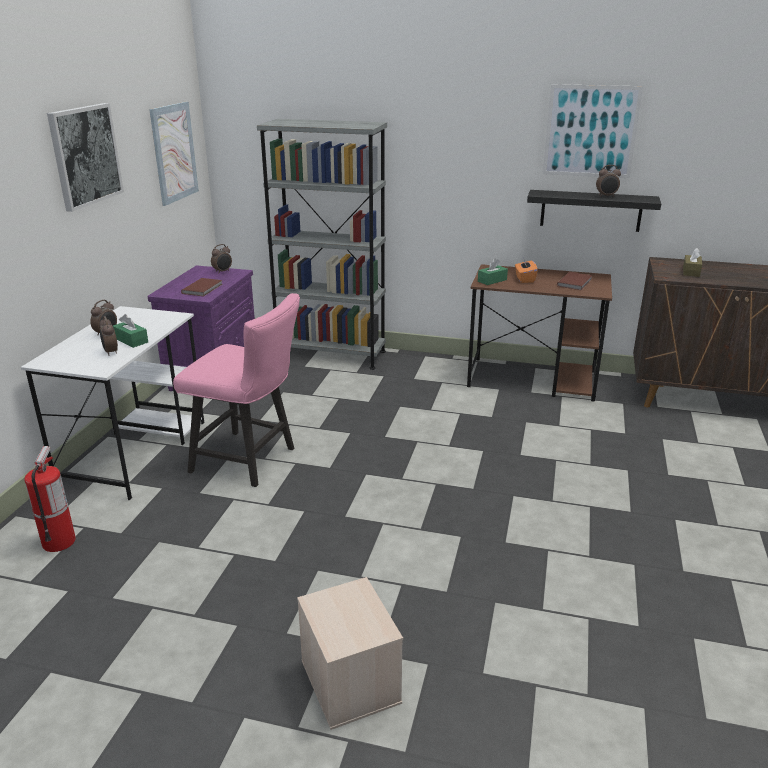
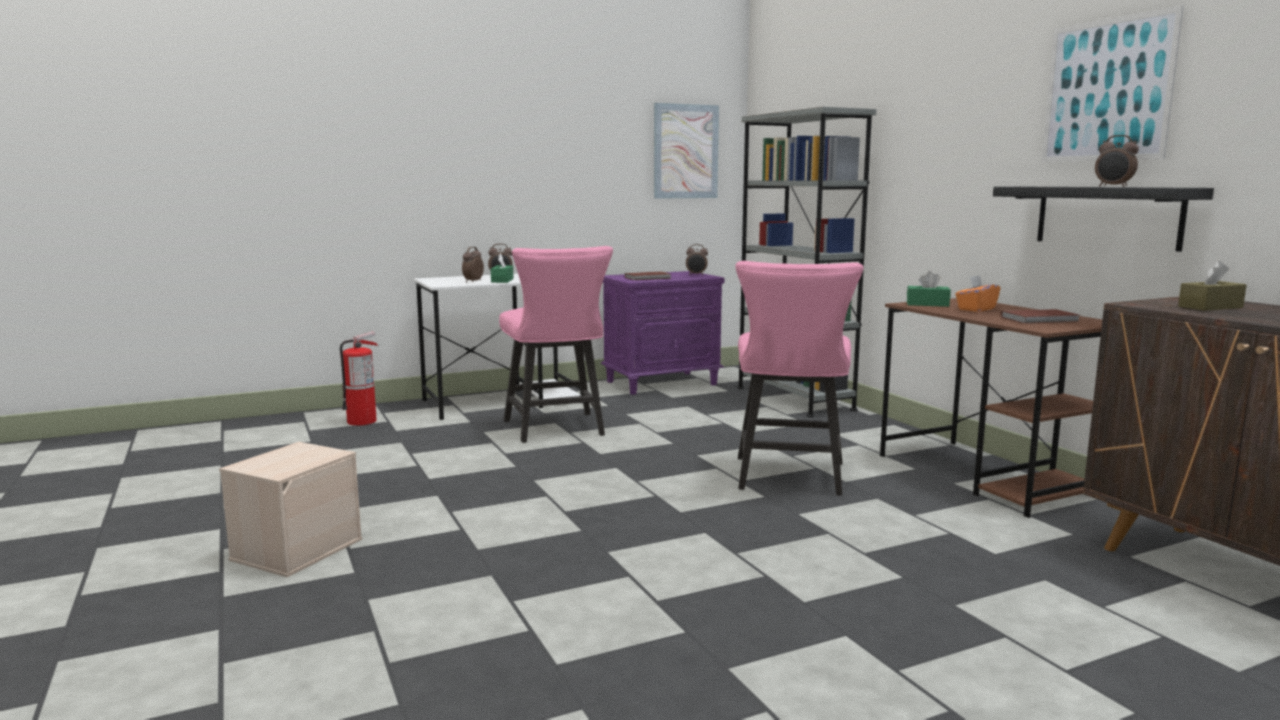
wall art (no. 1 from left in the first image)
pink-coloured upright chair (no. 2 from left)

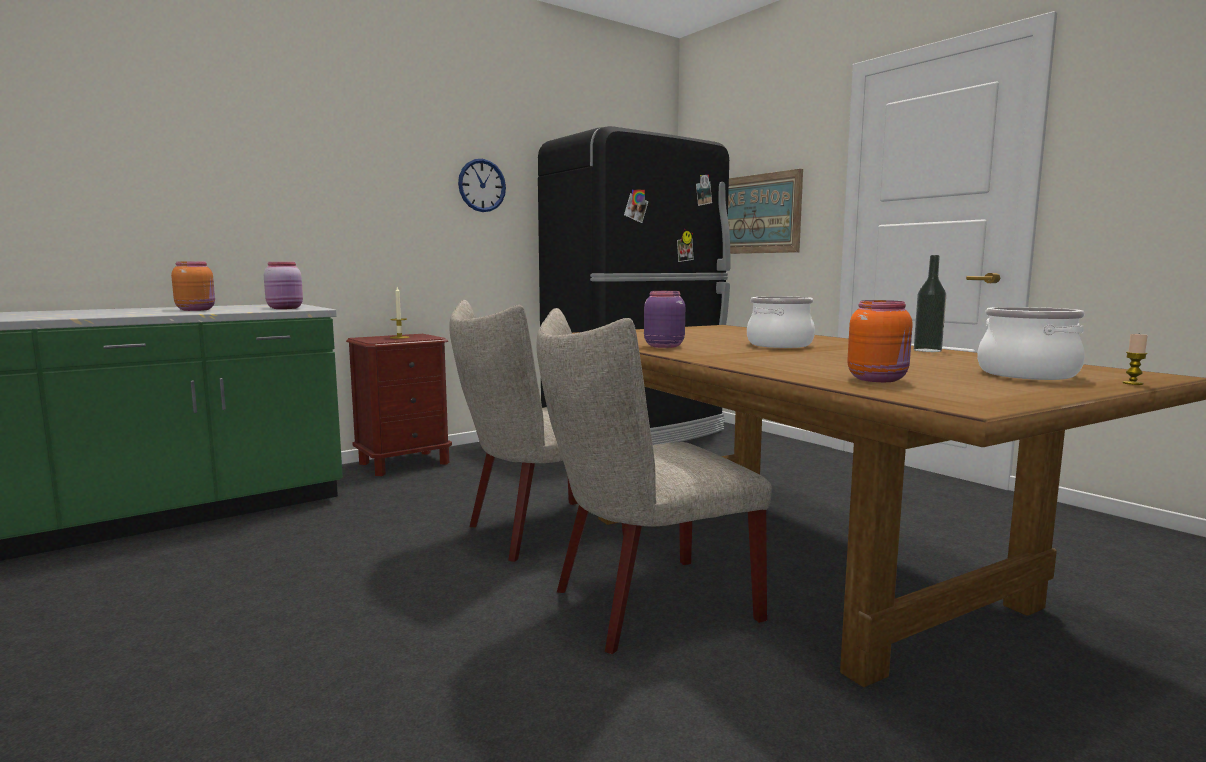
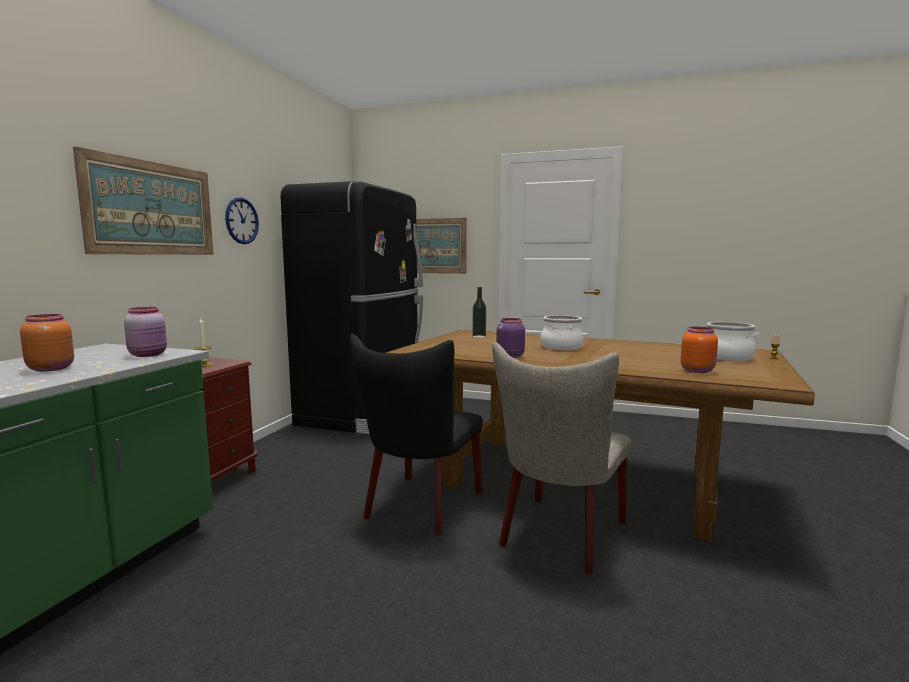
drink bottle
blackish upright chair
wall art (no. 1 from left)

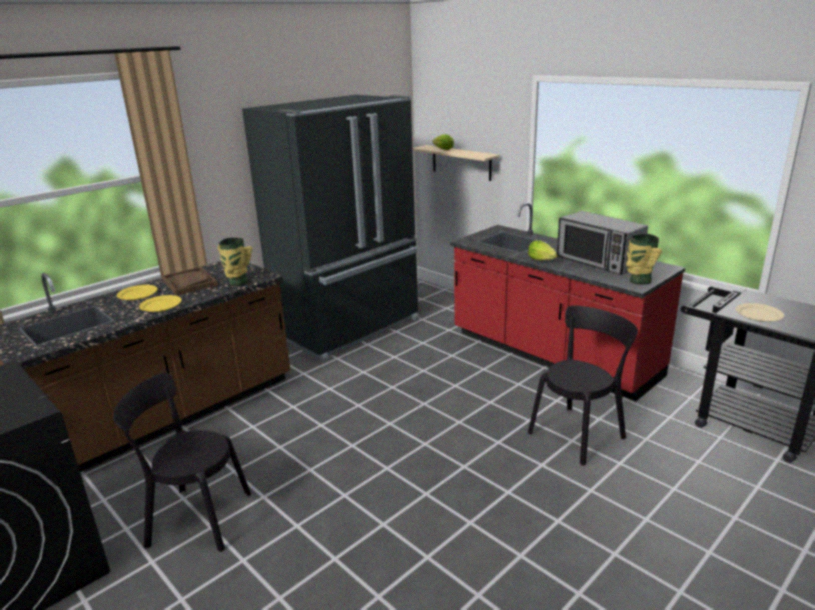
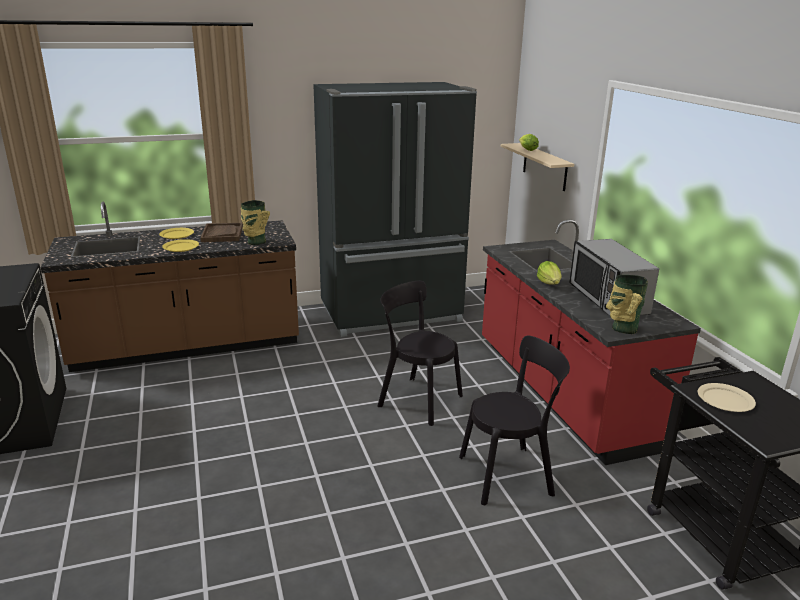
blackish upright chair (no. 1 from left)

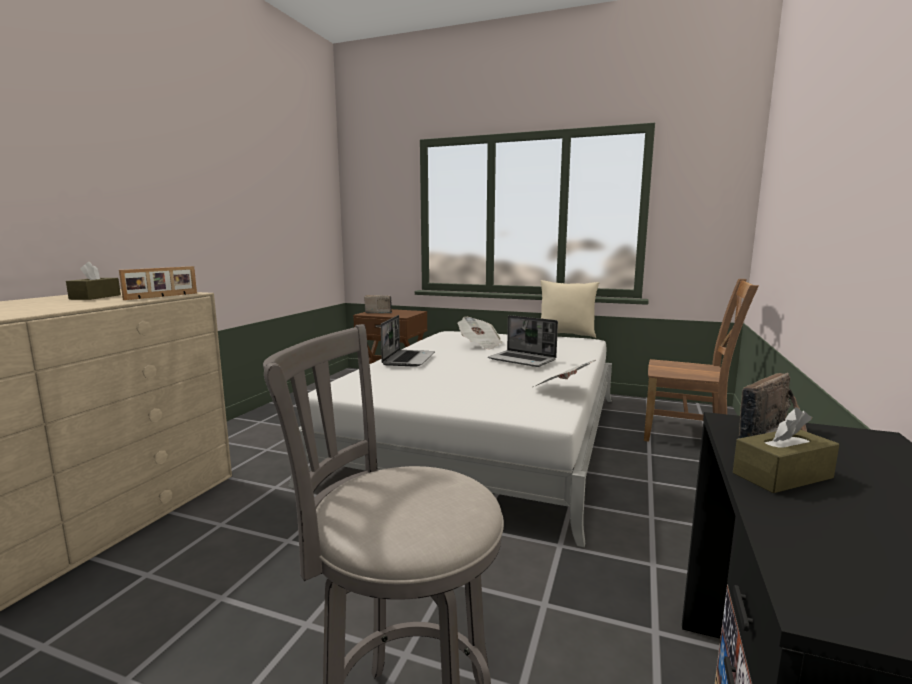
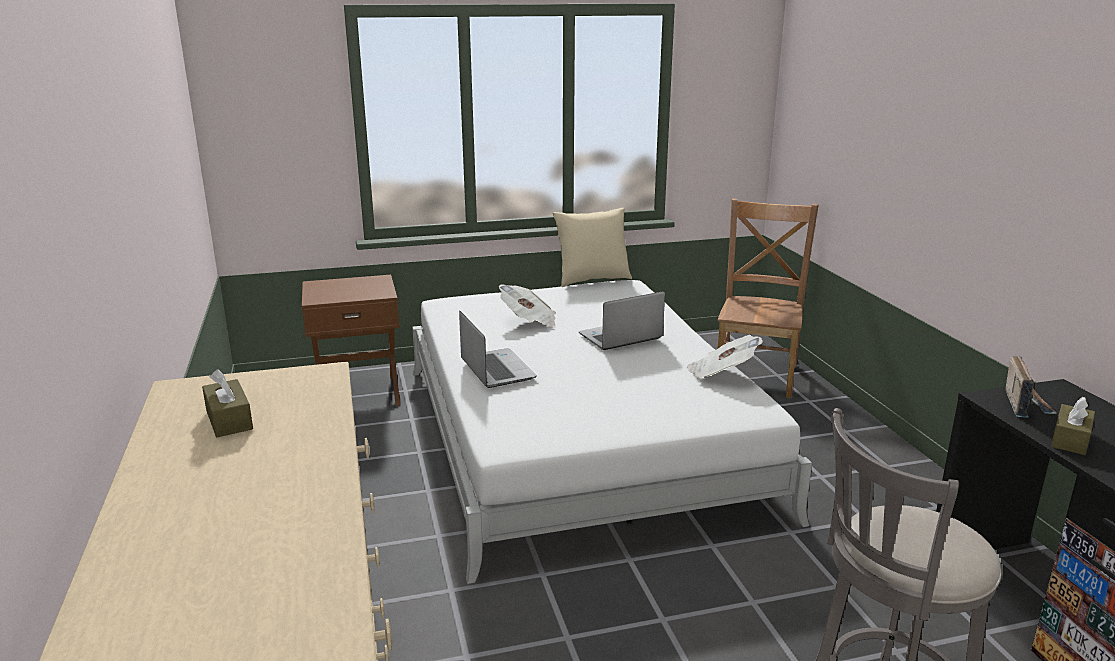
photo frame
brown-coloured upright chair
radio (no. 1 from left in the first image)
portable computer (no. 2 from left)

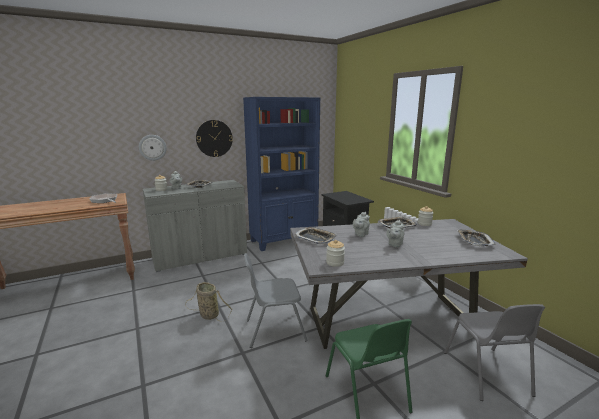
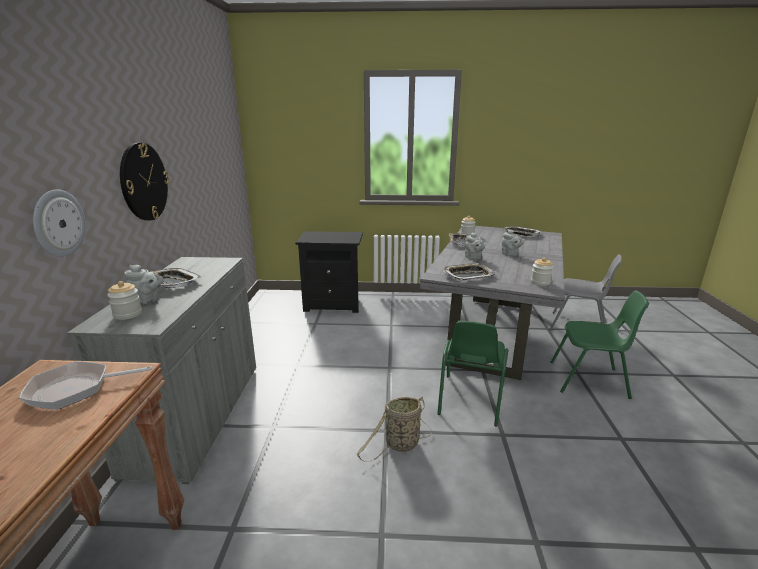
blue bookshelf
green-coloured upright chair (no. 1 from left)

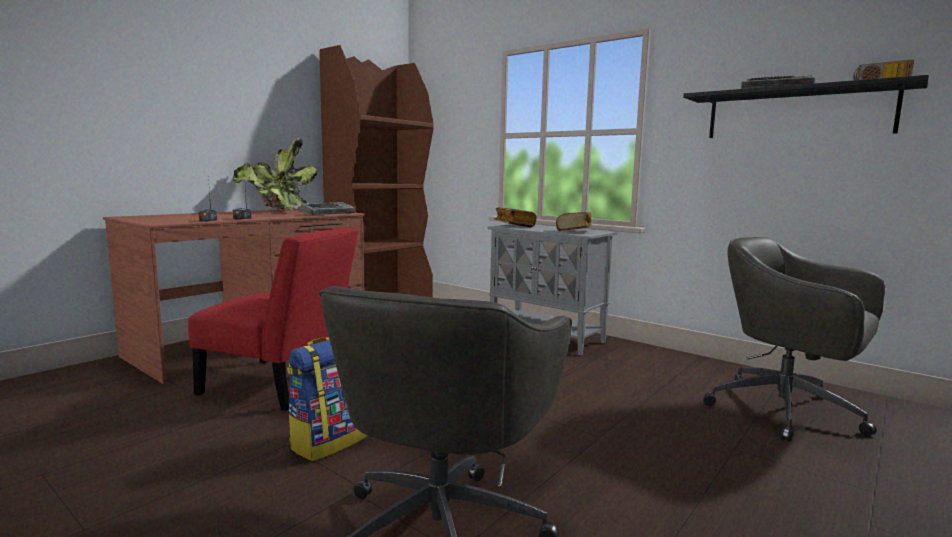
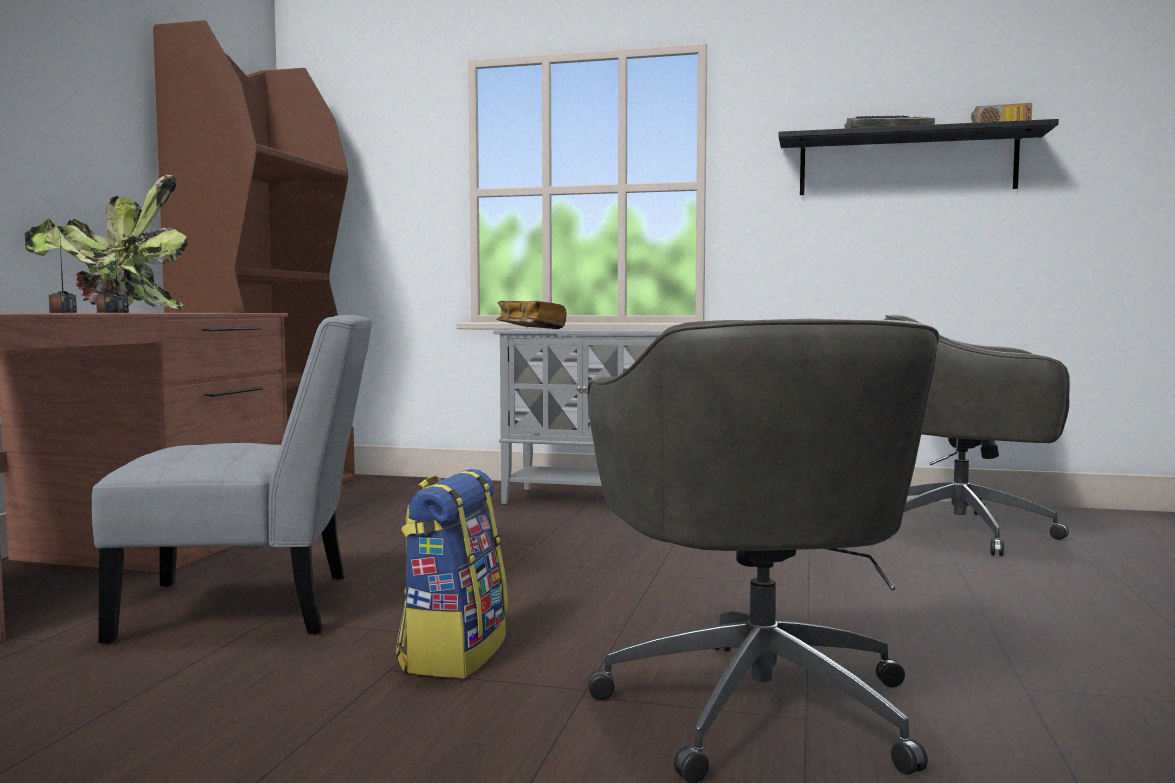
keyboard (no. 1 from left in the first image)
bound book (no. 2 from left in the first image)
greyish upright chair

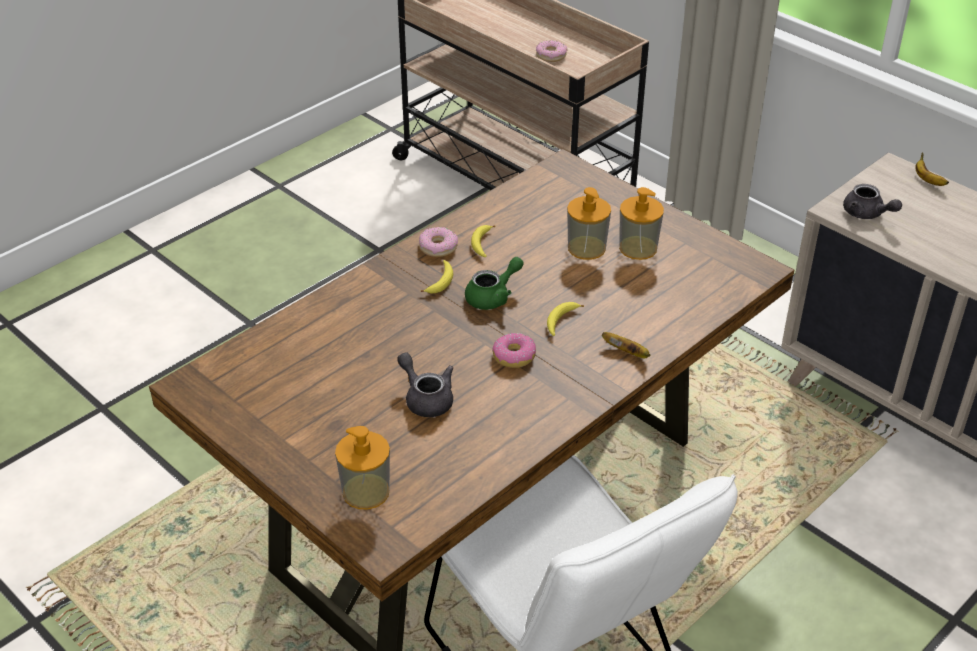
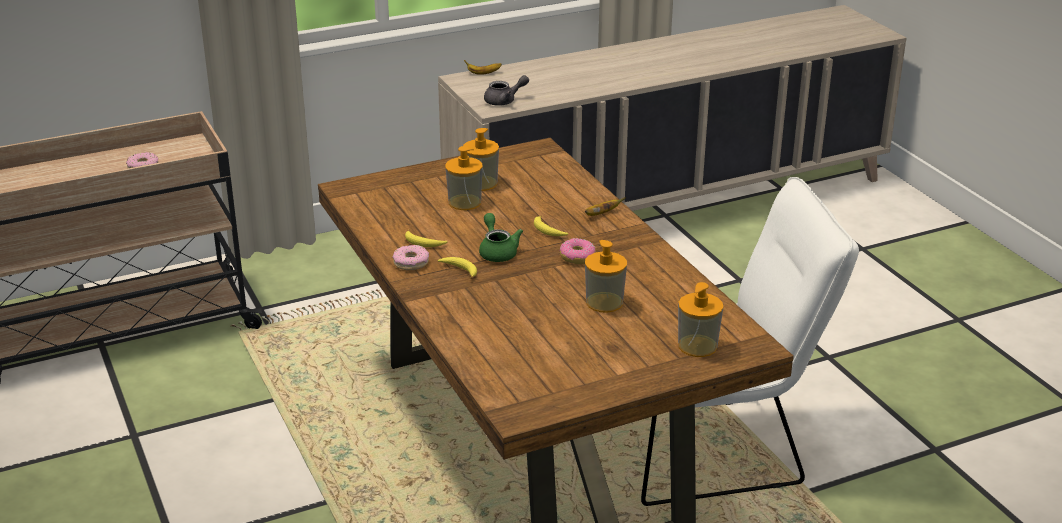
liquid soap bottle (no. 3 from left)

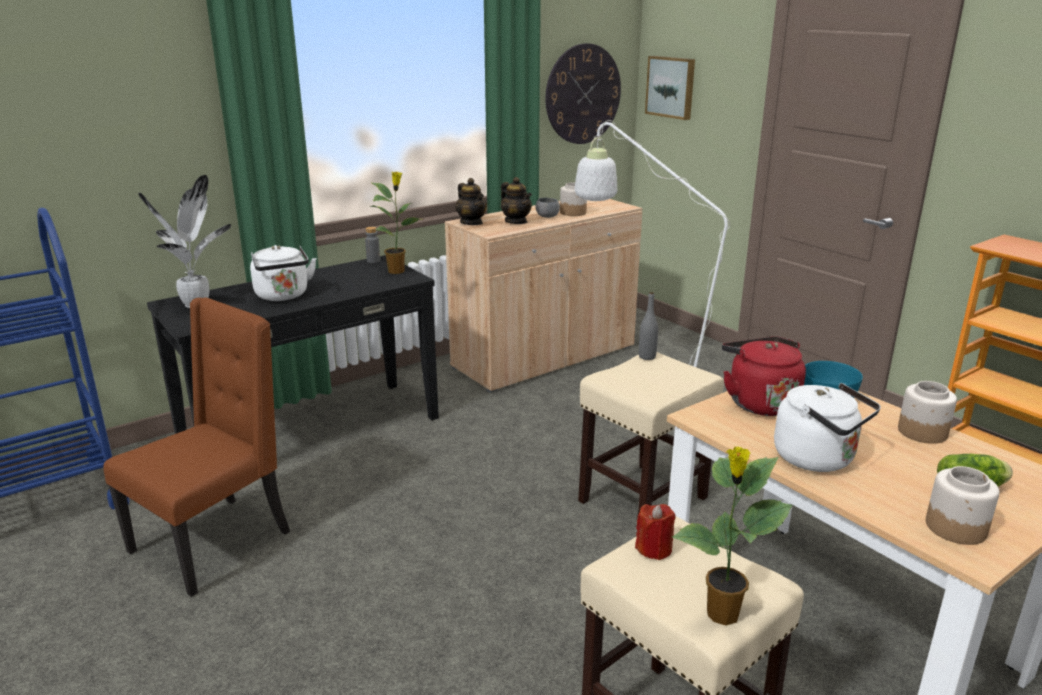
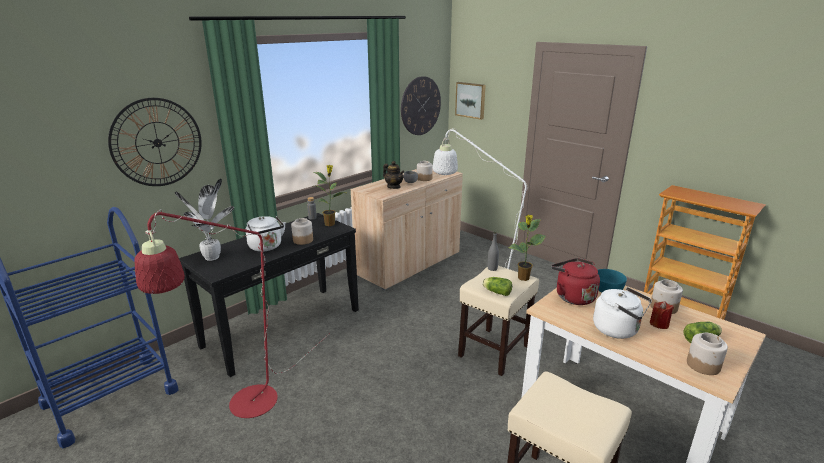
pot for tea (no. 1 from left in the first image)
red standard lamp
plant in a pot (no. 3 from left)
red wax light
hanging clock (no. 1 from left)
storage jar (no. 1 from left)
lettuce head (no. 1 from left)

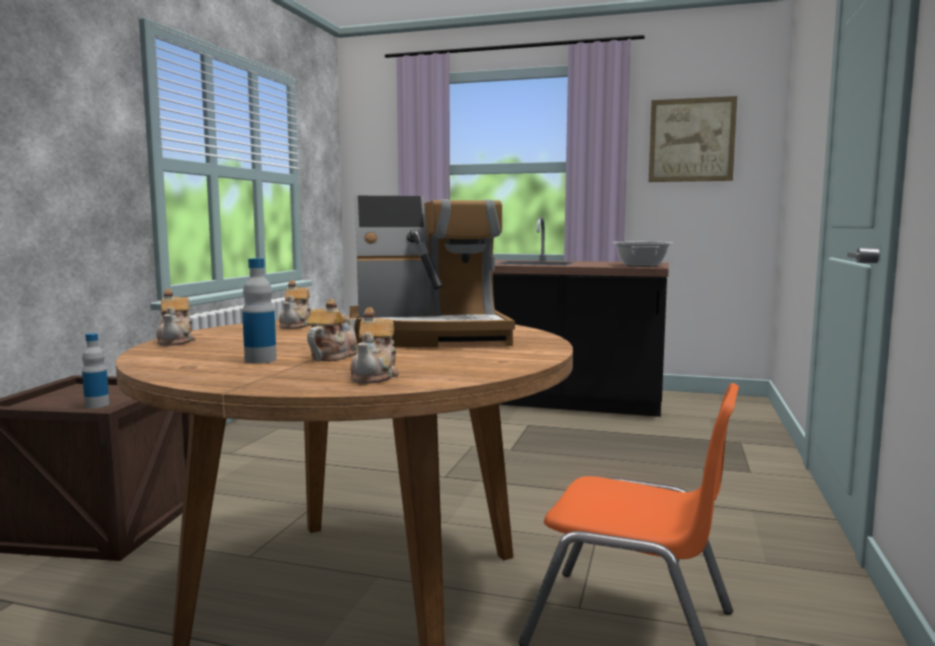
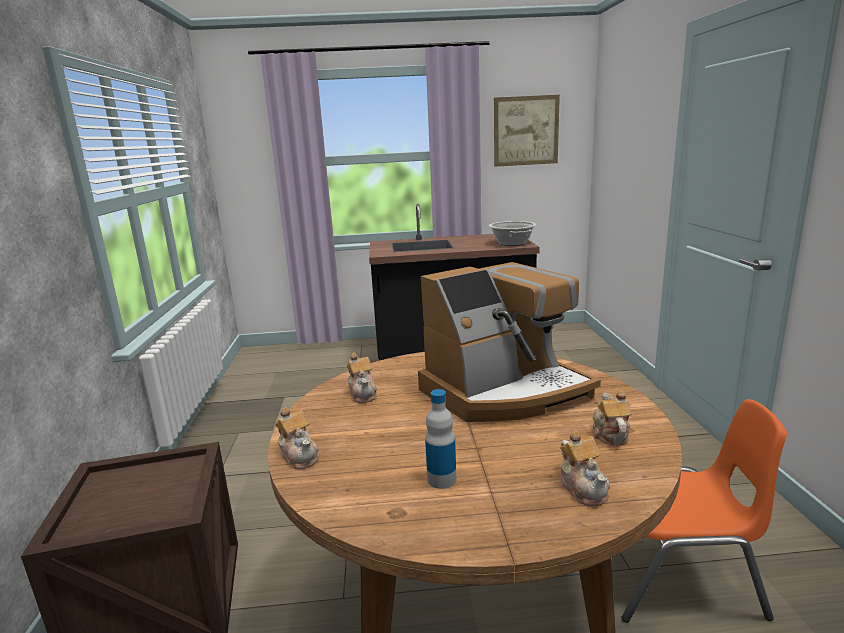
pot for tea (no. 4 from left)
drink bottle (no. 1 from left in the first image)

